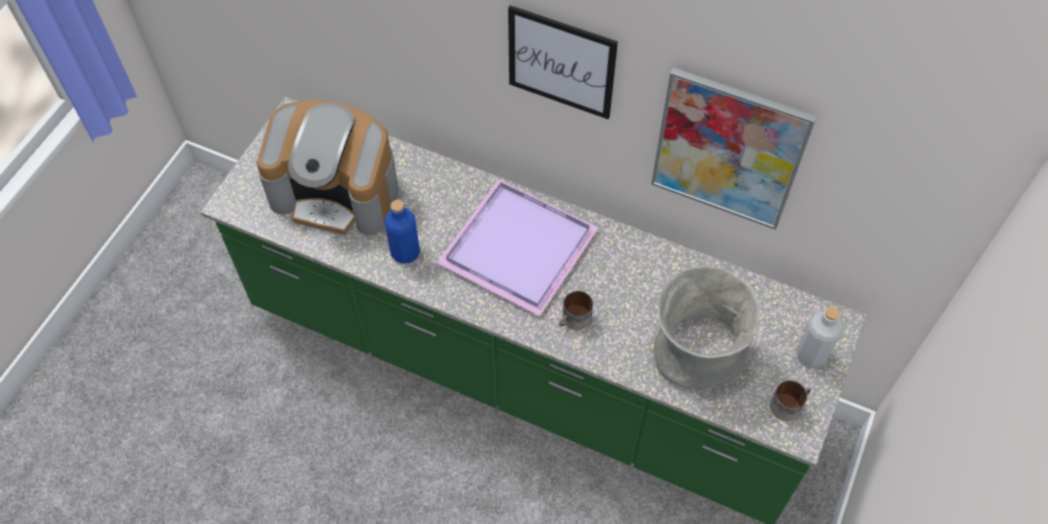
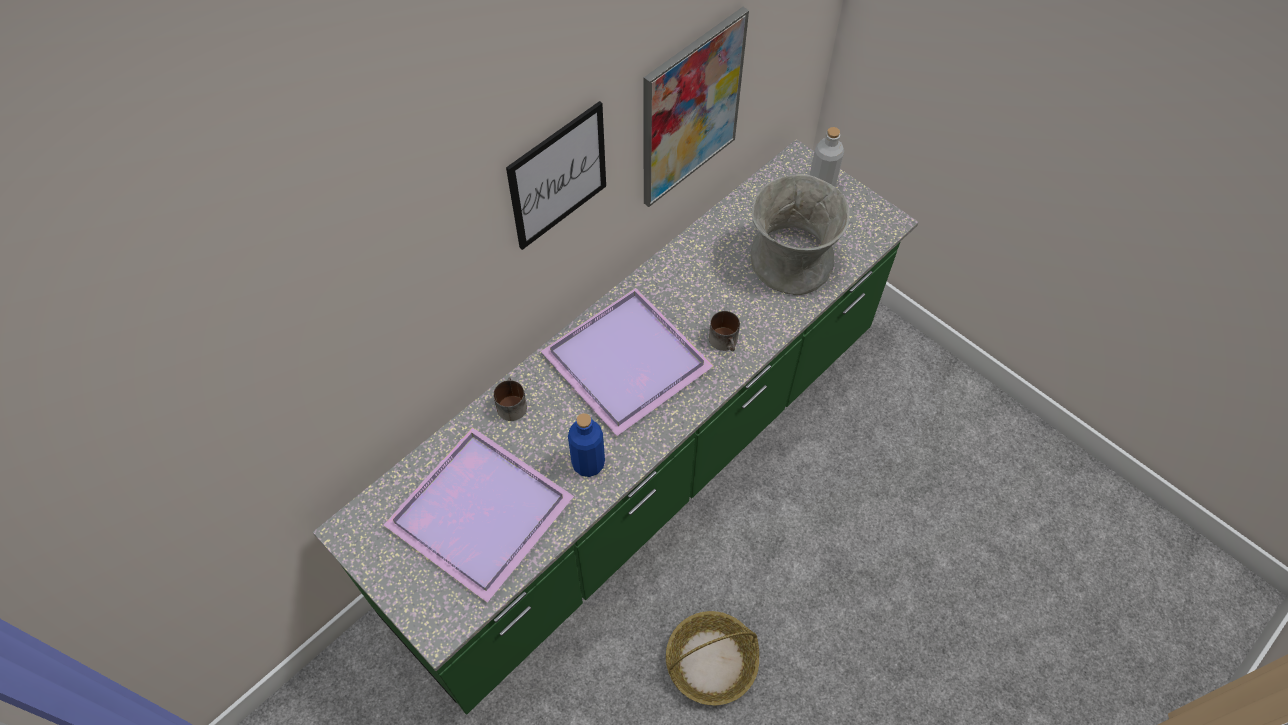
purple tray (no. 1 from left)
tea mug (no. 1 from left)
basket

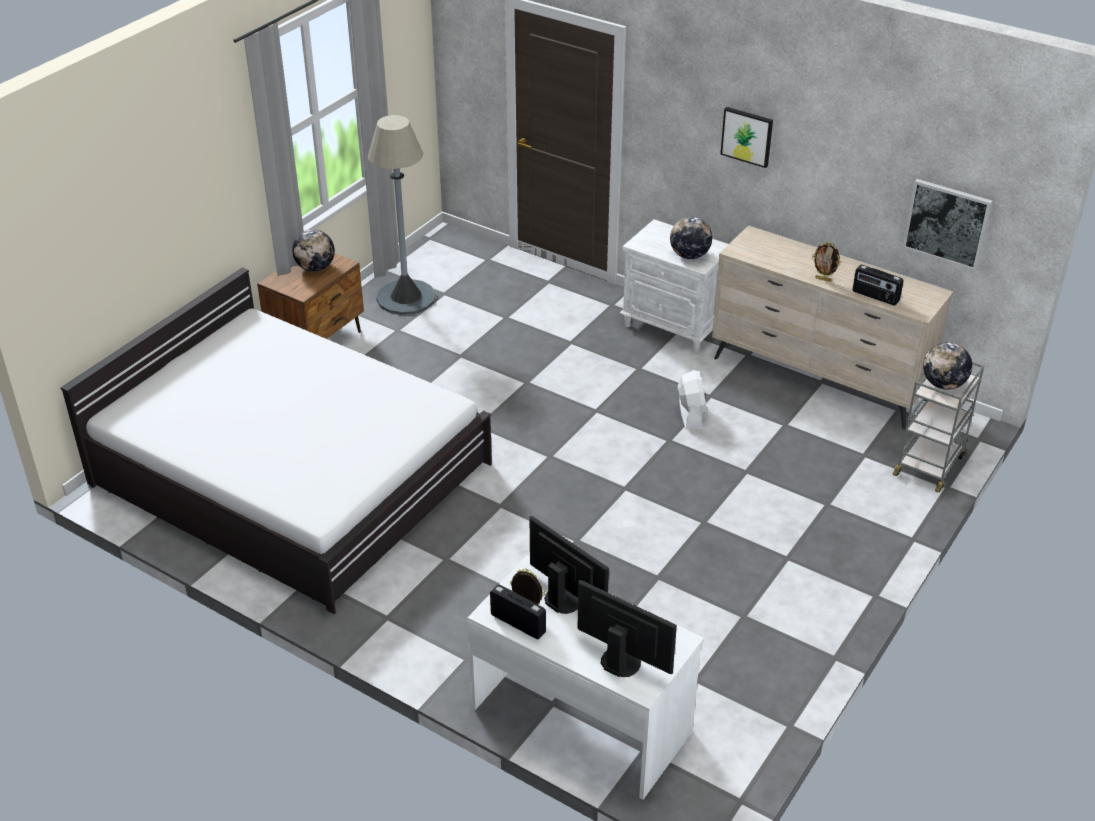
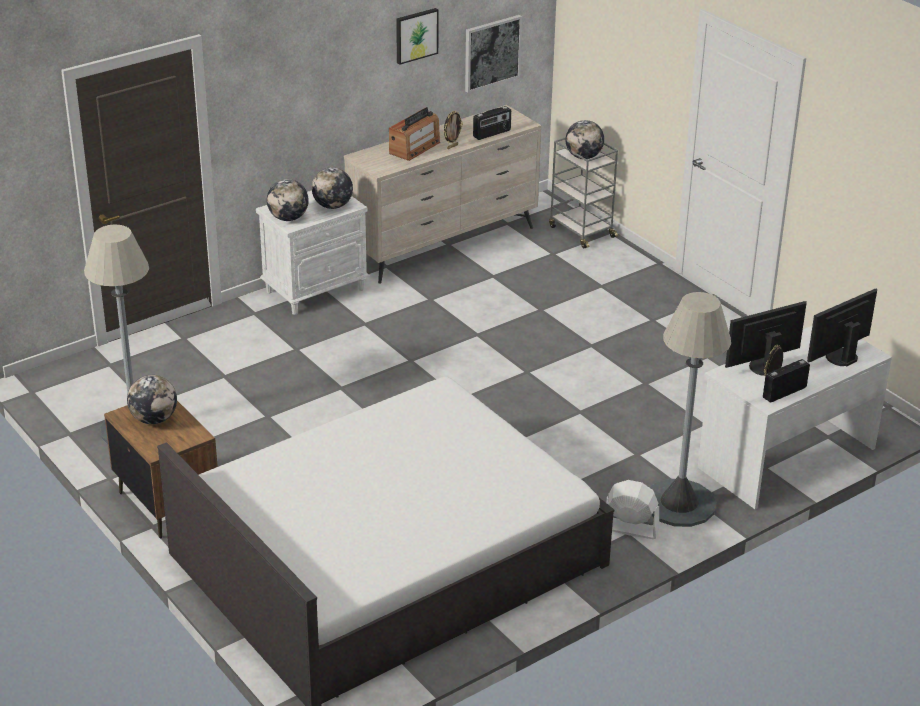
wall art (no. 1 from left)
white cooling fan
radio (no. 1 from left)
world globe (no. 2 from left)
greyish standard lamp (no. 2 from left)

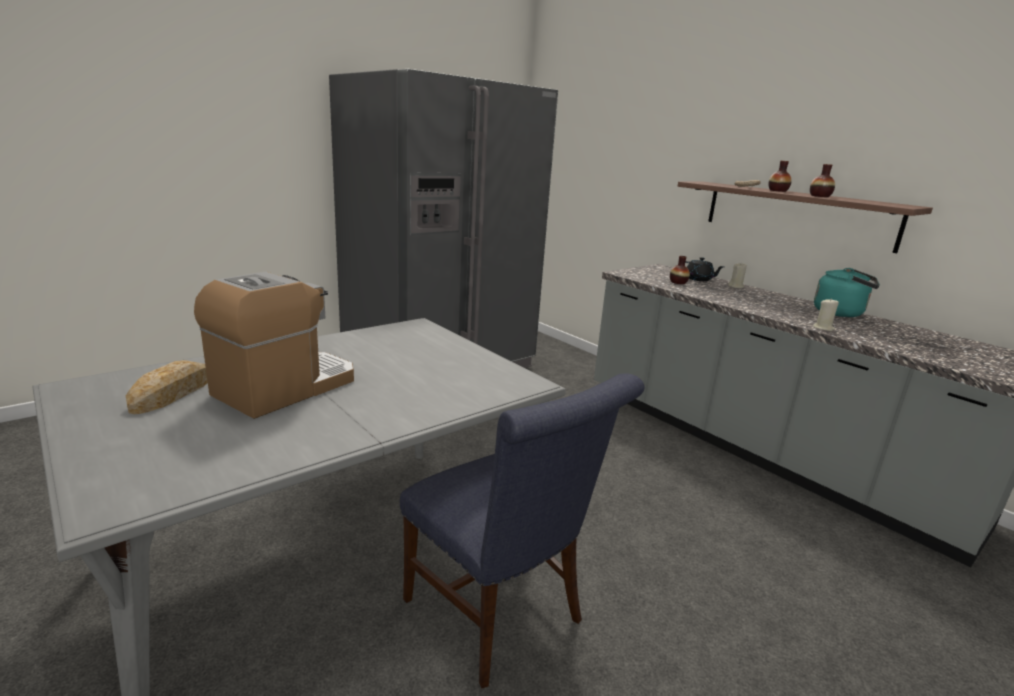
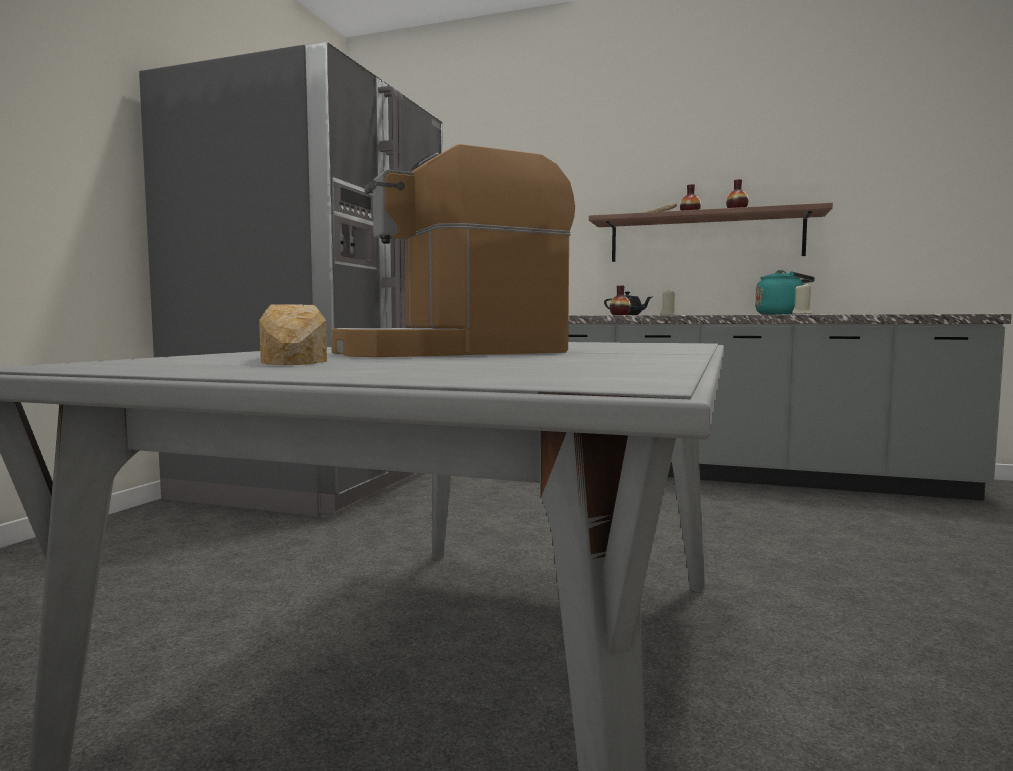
coffee maker
blue upright chair

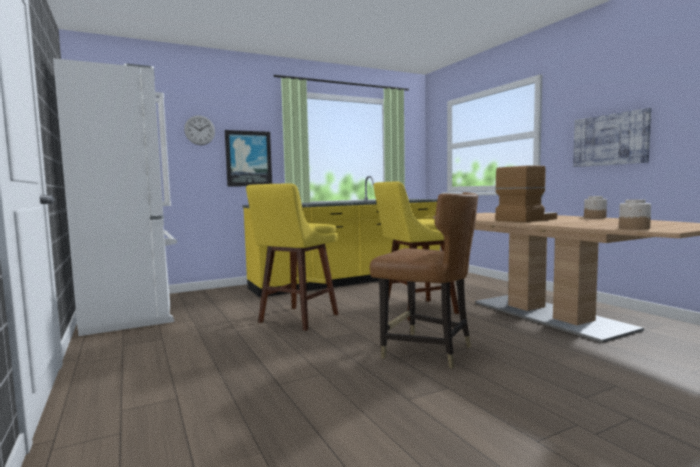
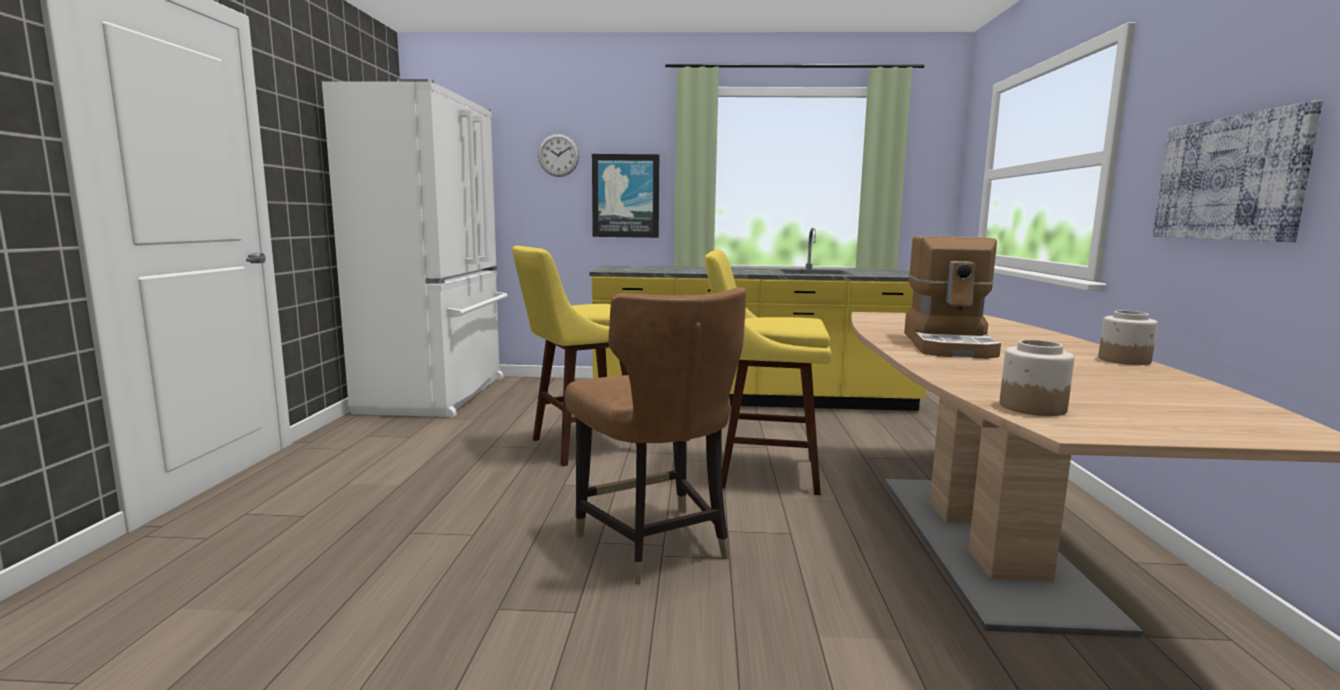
coffee maker

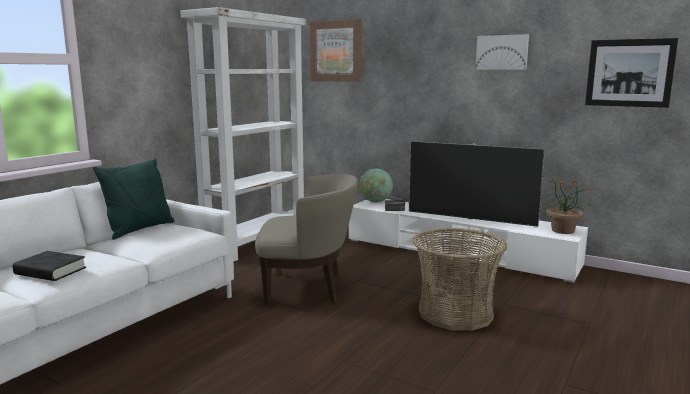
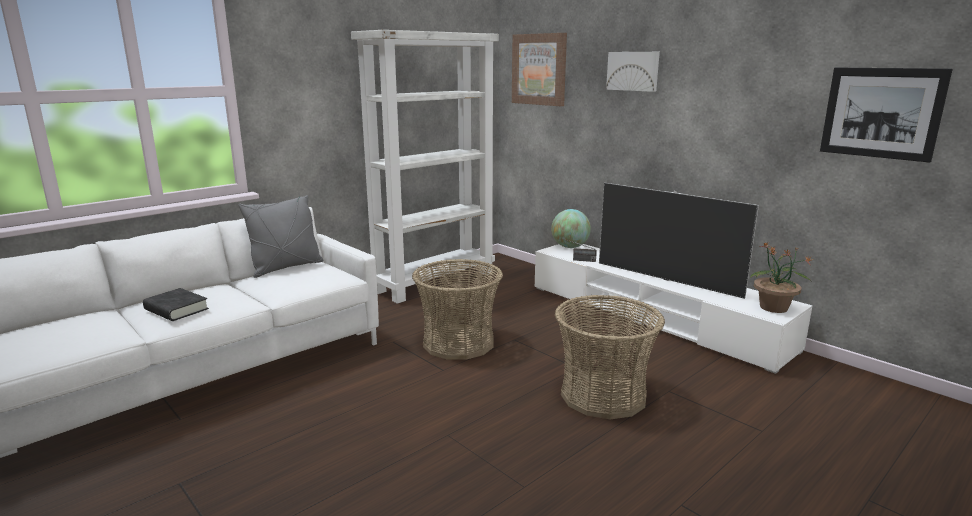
wall art (no. 2 from left)
greyish cushion
basket (no. 1 from left)

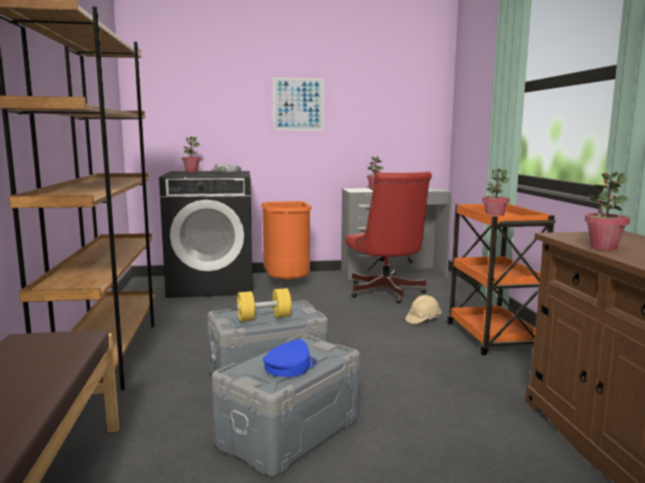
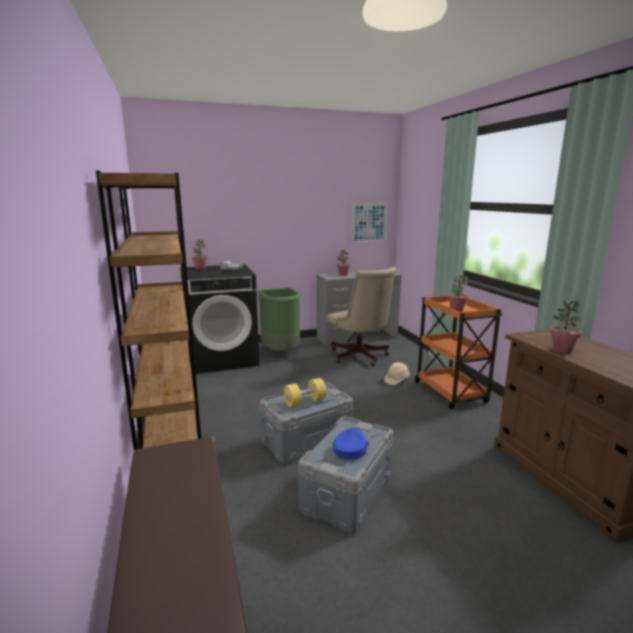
wall art
sand-coloured office chair
green-coloured trash can

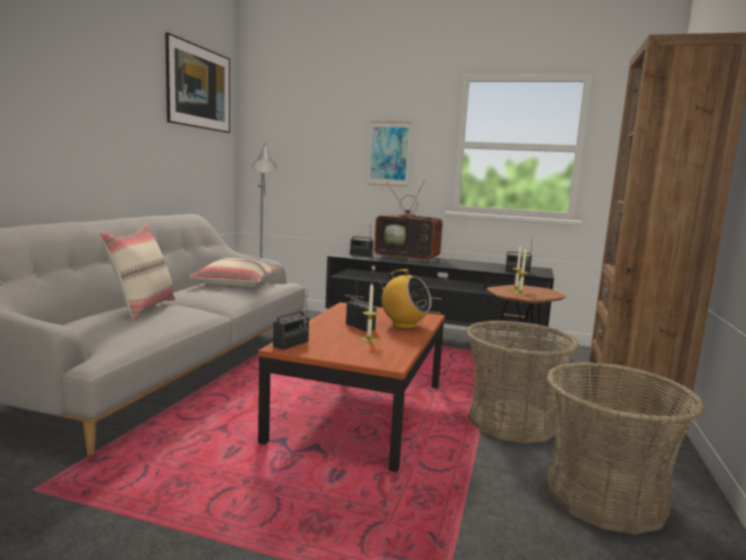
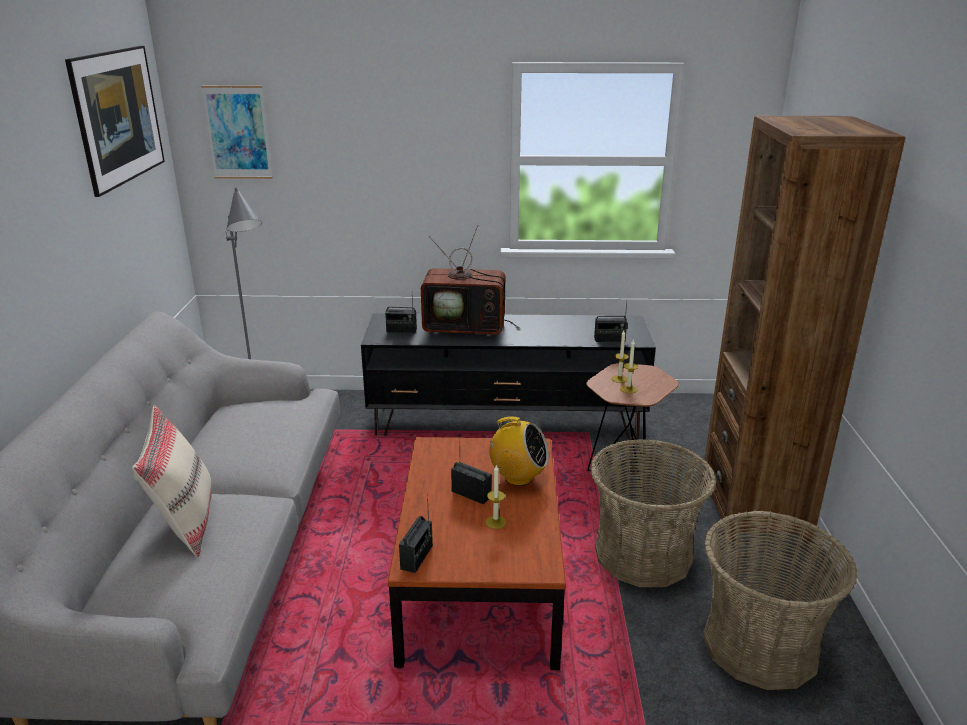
wall art (no. 2 from left)
sand-coloured cushion (no. 2 from left in the first image)

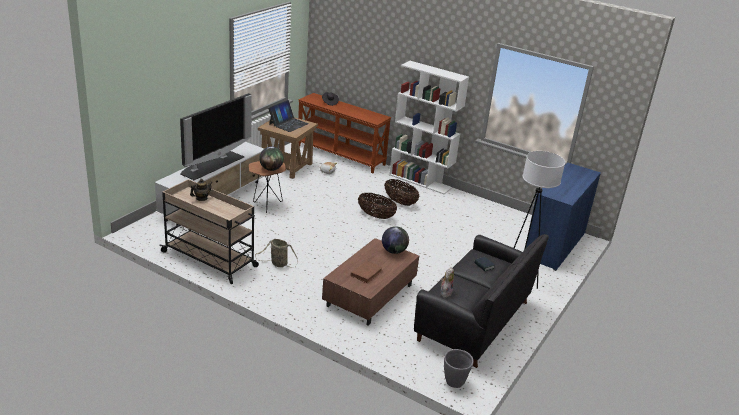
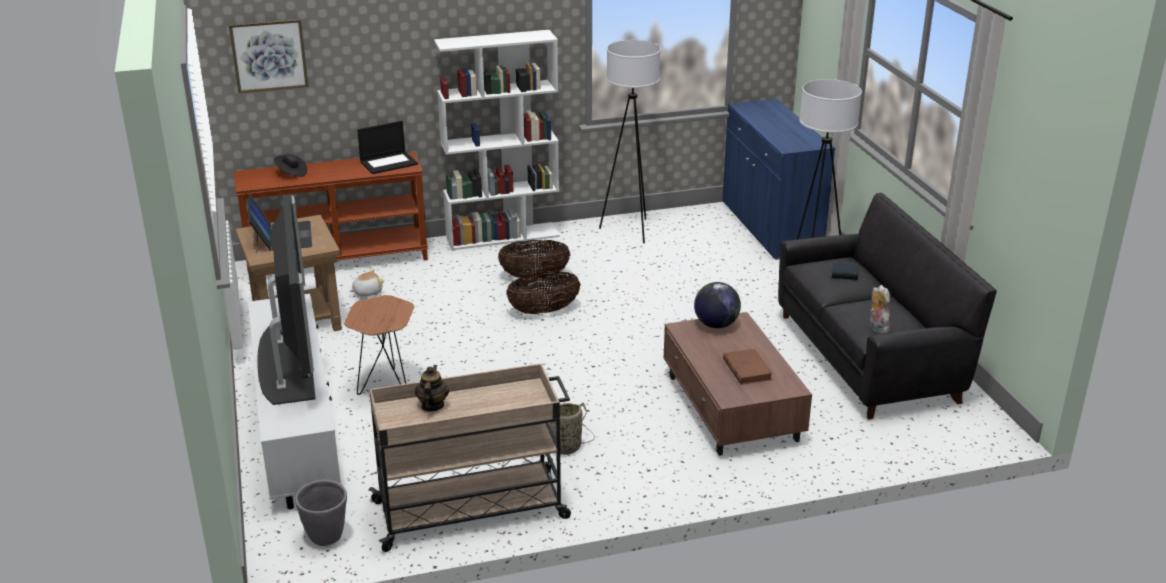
world globe (no. 1 from left in the first image)
greyish plant pot
wall art
white standard lamp (no. 1 from left)
portable computer (no. 2 from left)

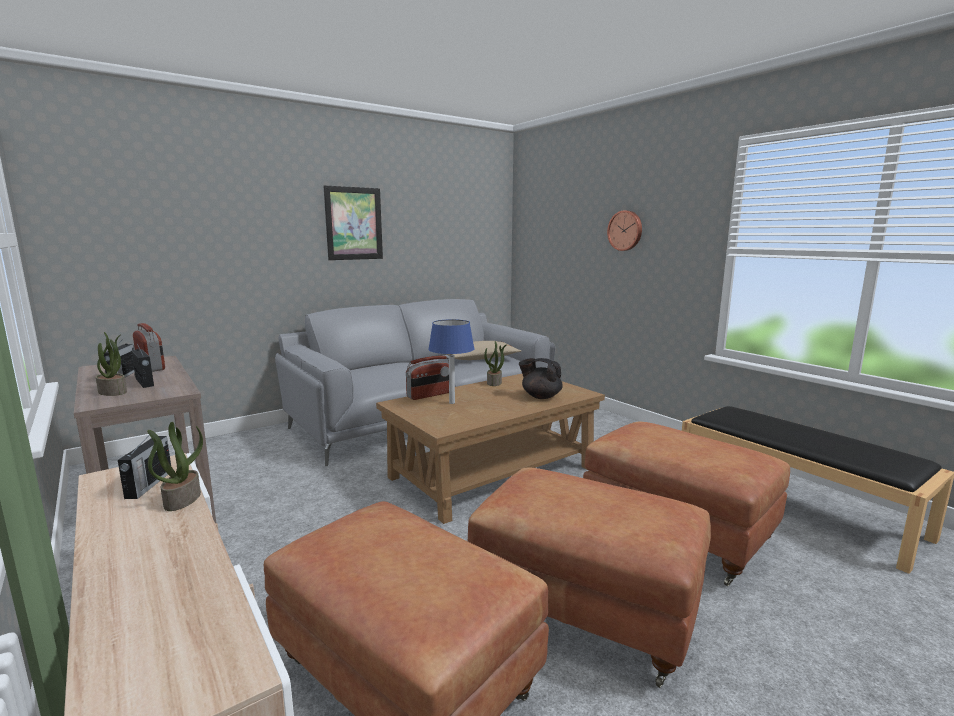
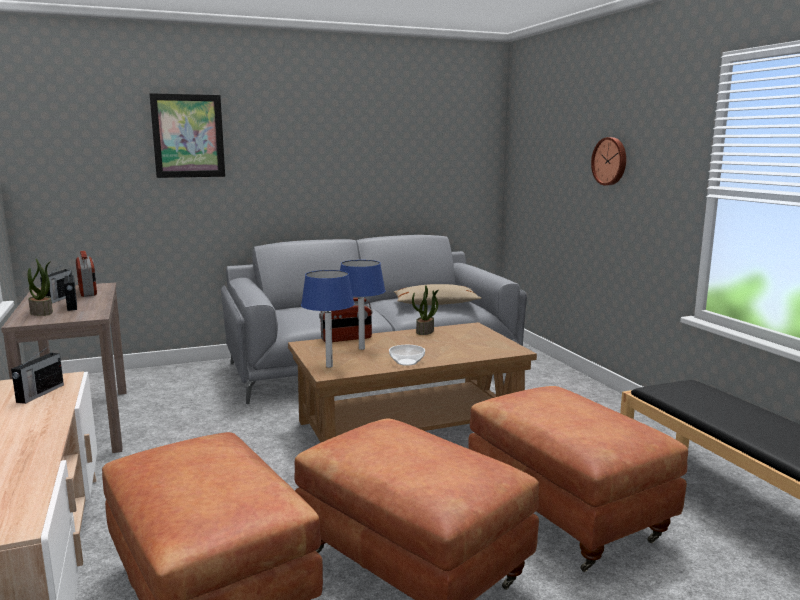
wall art
blackish pot for tea
plant in a pot (no. 2 from left in the first image)
blue lamp for a table (no. 1 from left)
bowl

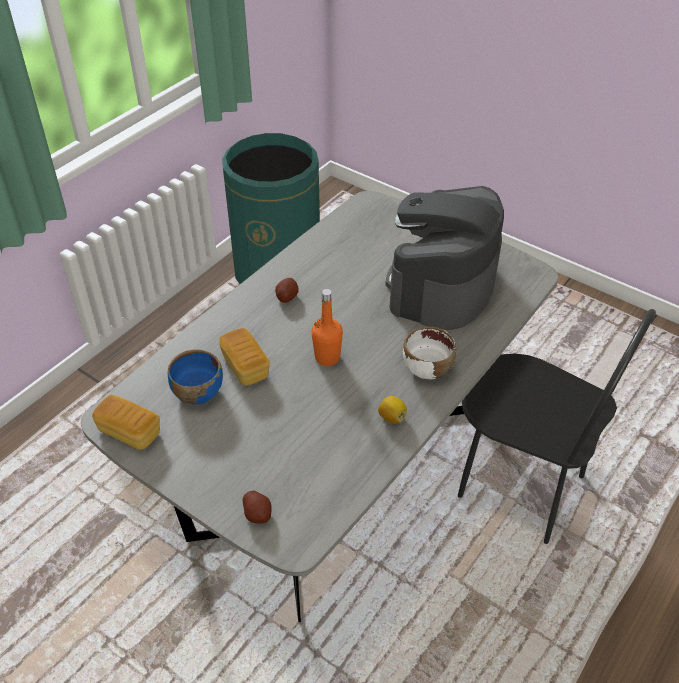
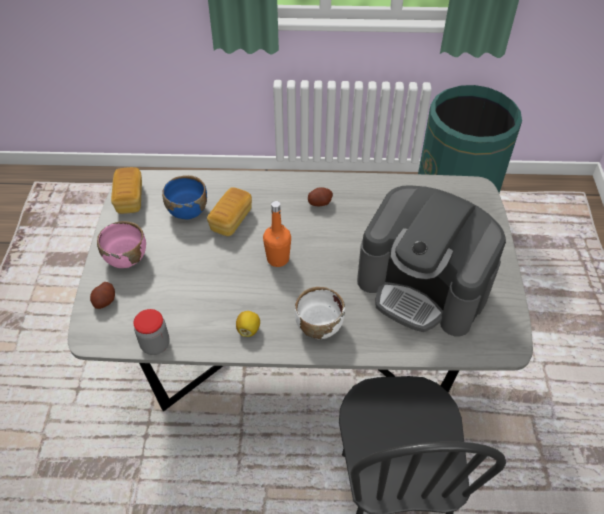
coffee maker
pink-coloured bowl
storage jar

